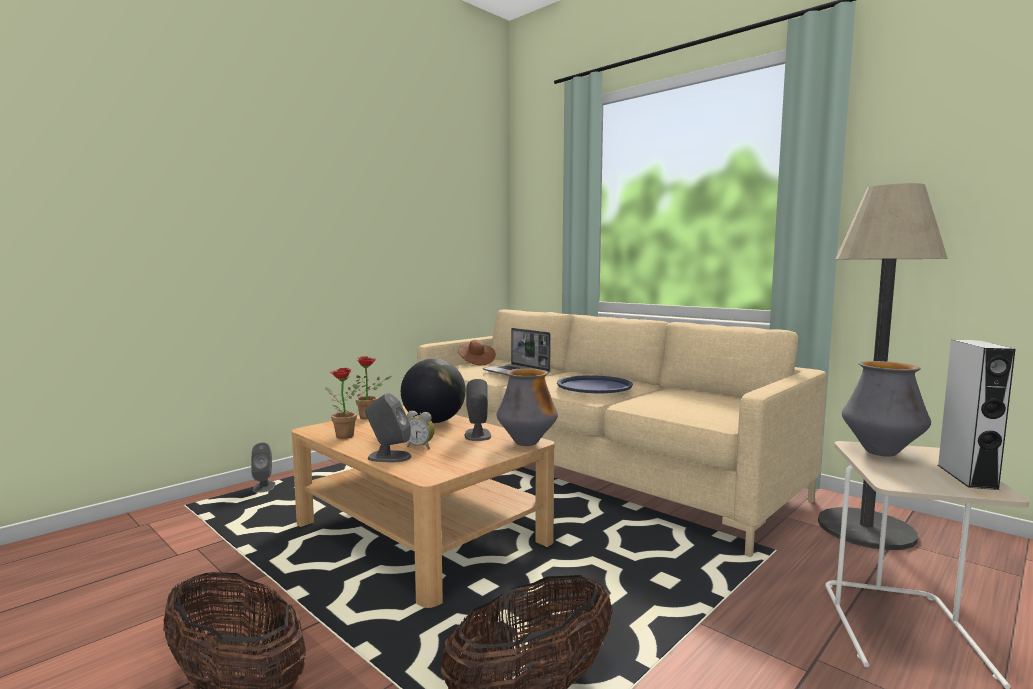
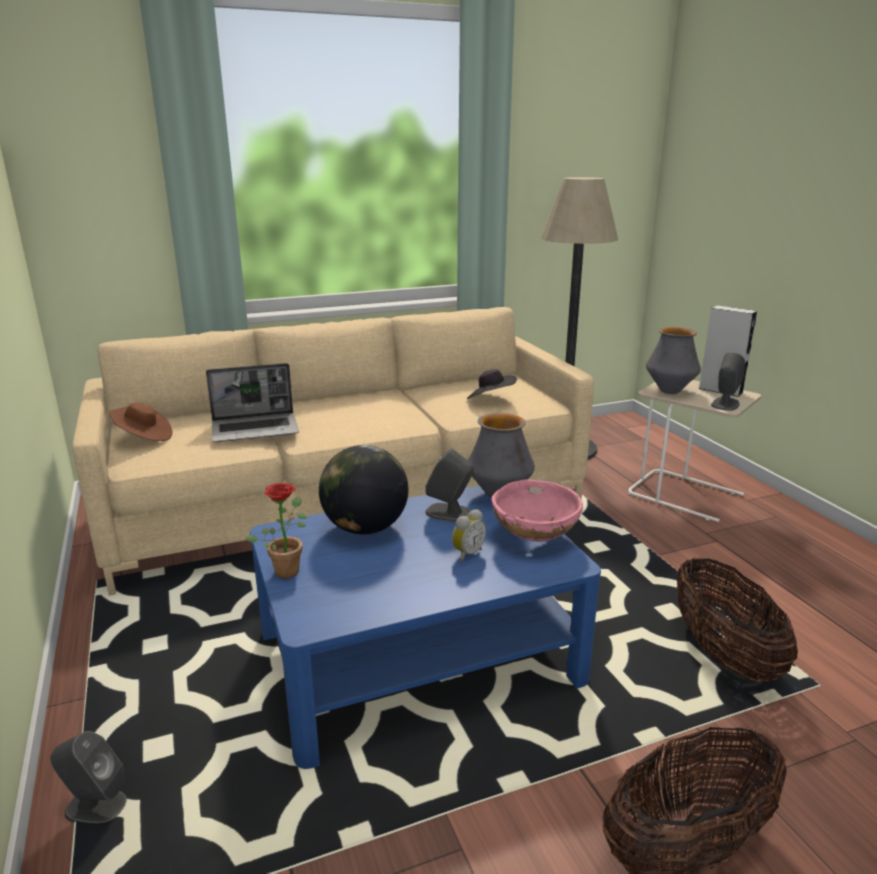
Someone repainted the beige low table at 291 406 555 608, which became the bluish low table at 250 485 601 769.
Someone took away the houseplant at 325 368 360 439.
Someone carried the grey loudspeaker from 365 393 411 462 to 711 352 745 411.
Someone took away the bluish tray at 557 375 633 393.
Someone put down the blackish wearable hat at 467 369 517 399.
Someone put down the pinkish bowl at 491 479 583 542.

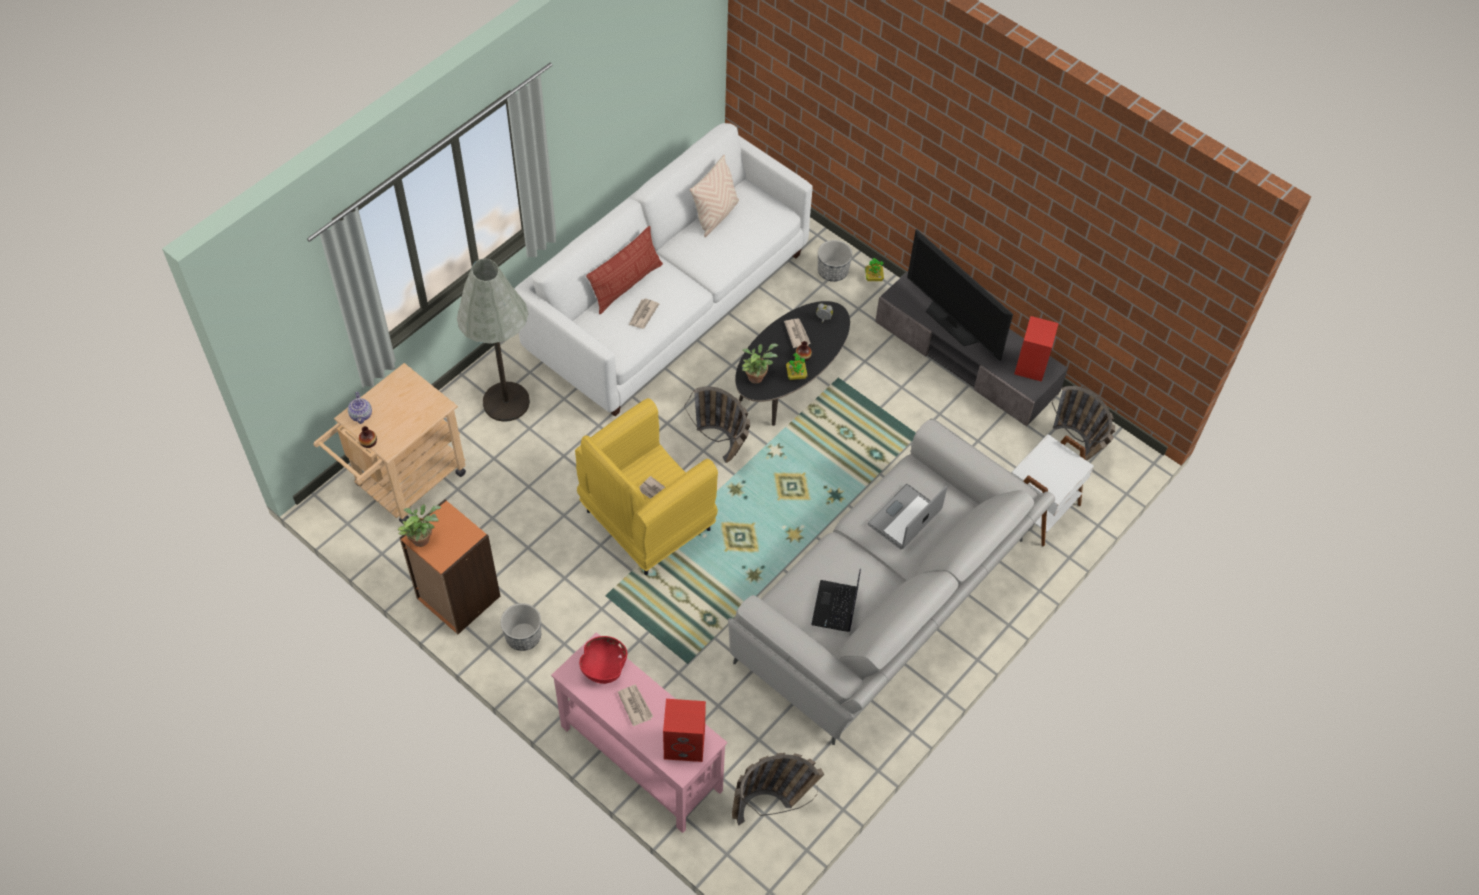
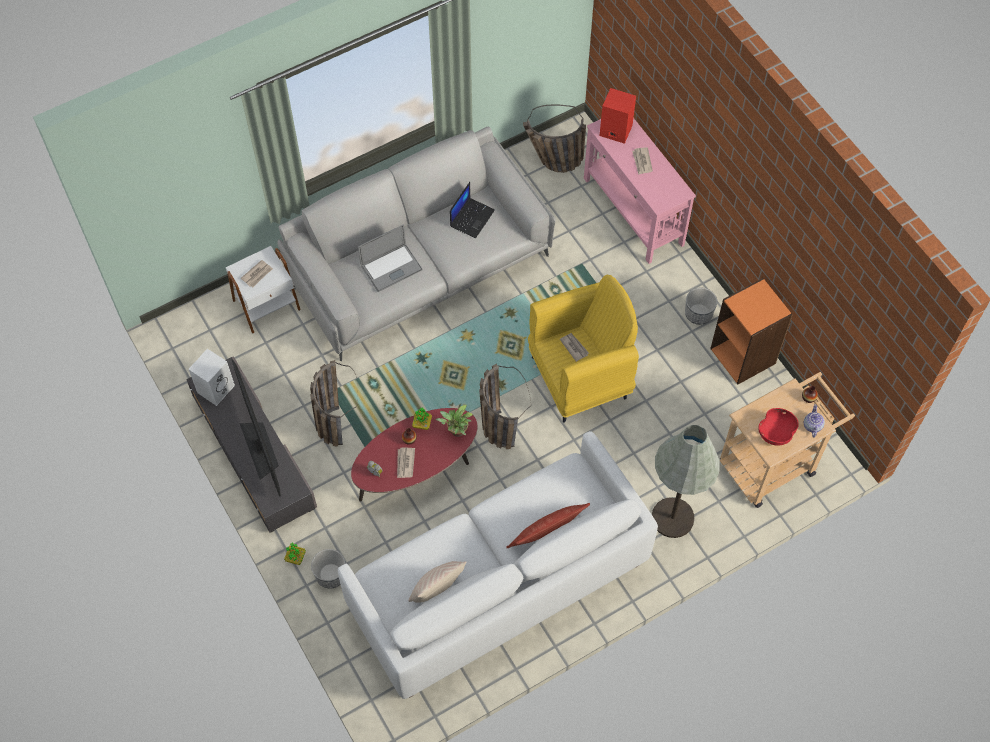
Someone took away the houseplant at 398 504 442 547.
Someone carried the reddish bowl from 579 636 627 684 to 759 408 799 446.
Someone carried the daily paper from 629 298 659 329 to 240 260 273 287.
Someone repainted the blackish low table at 735 301 850 426, which became the reddish low table at 351 408 478 502.
Someone repainted the reddish loudspeaker at 1014 316 1059 382, which became the white loudspeaker at 189 349 235 406.
Someone carried the basket from 1052 386 1115 461 to 310 360 358 447.

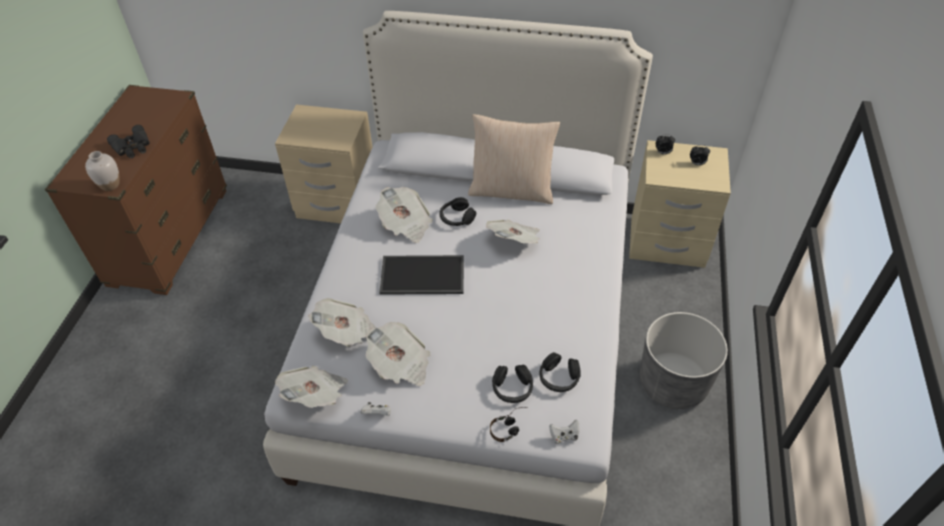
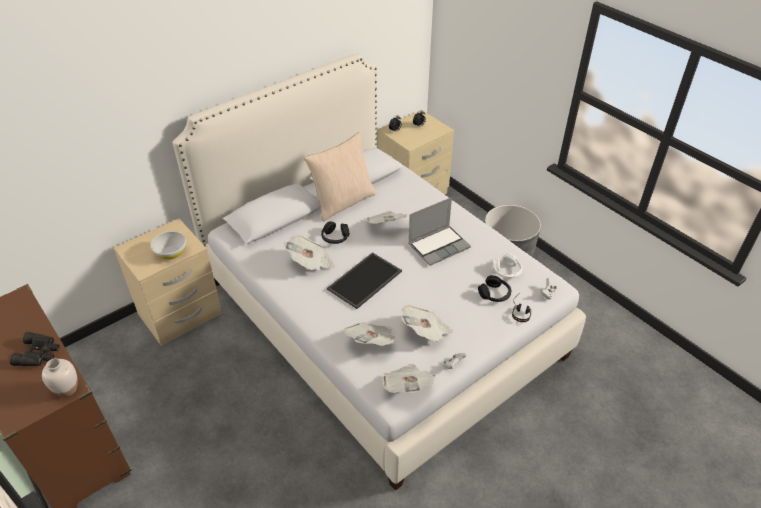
Someone repainted the blackish pair of headphones at 539 352 581 392, which became the white pair of headphones at 492 253 523 279.
Someone put down the white bowl at 150 231 186 260.
Someone put down the notebook computer at 408 197 471 266.

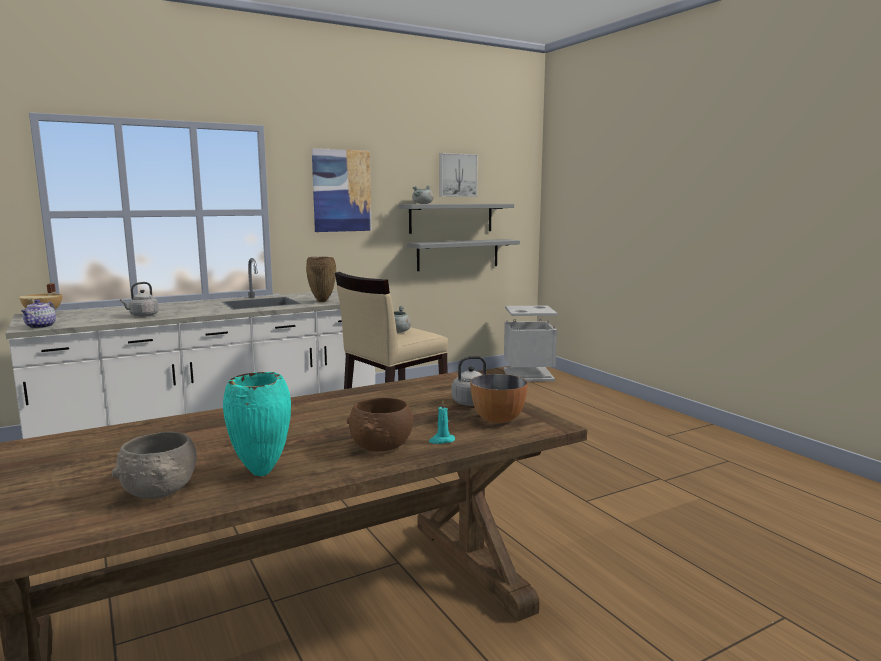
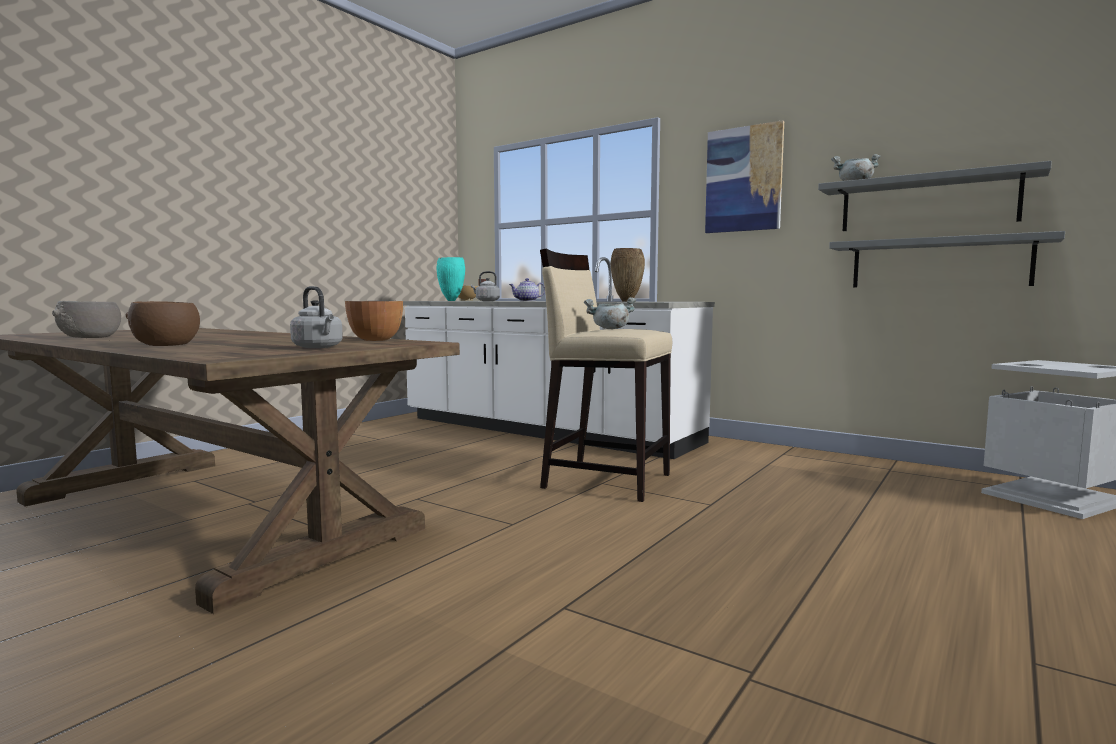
Someone carried the tea pot from 21 300 56 329 to 509 278 545 301.
Someone carried the turquoise-coloured decorative vase from 223 372 291 476 to 437 257 465 301.
Someone took away the turquoise-coloured wax candle at 429 400 455 444.
Someone took away the wall art at 439 153 478 197.
Someone carried the bowl from 470 374 528 423 to 345 301 403 341.

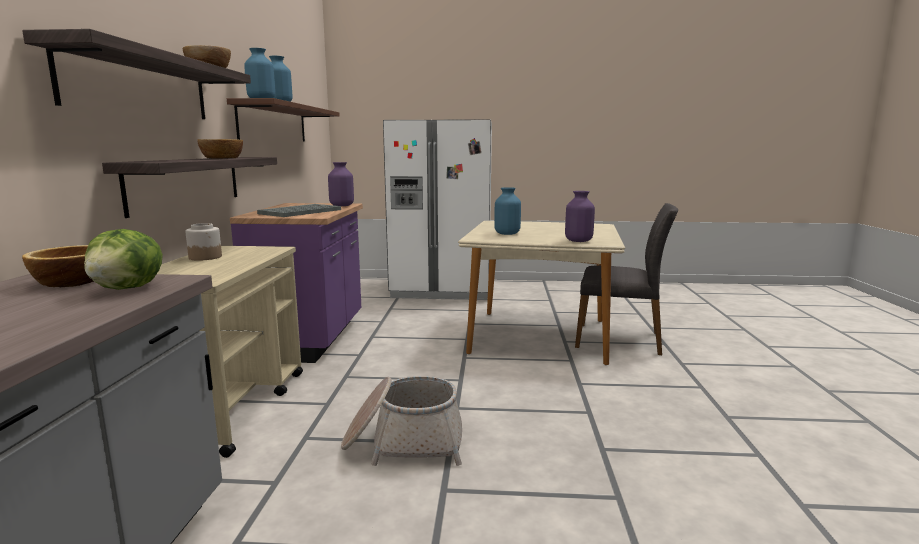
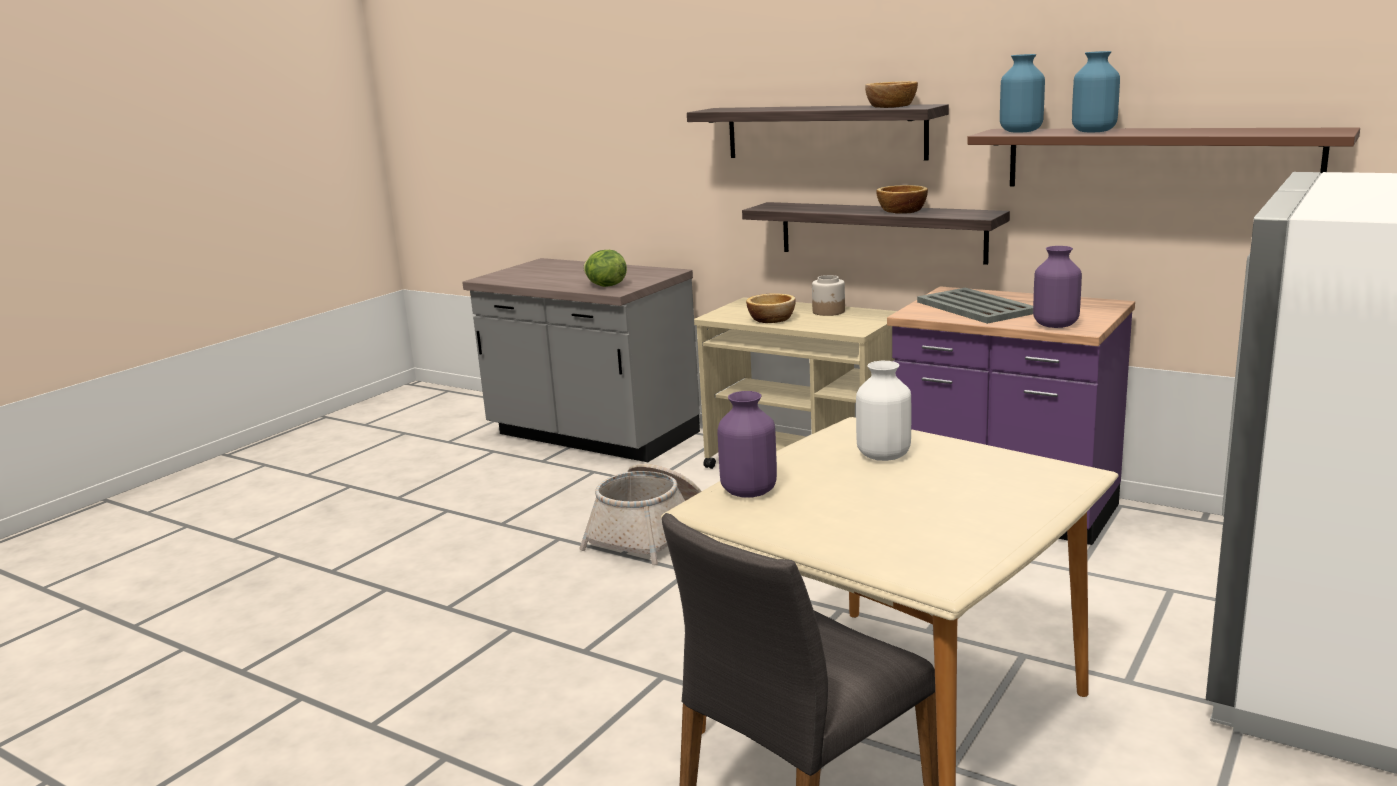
Someone carried the bowl from 22 245 94 287 to 746 293 796 323.
Someone repainted the bluish decorative vase at 494 187 521 235, which became the white decorative vase at 856 361 911 461.

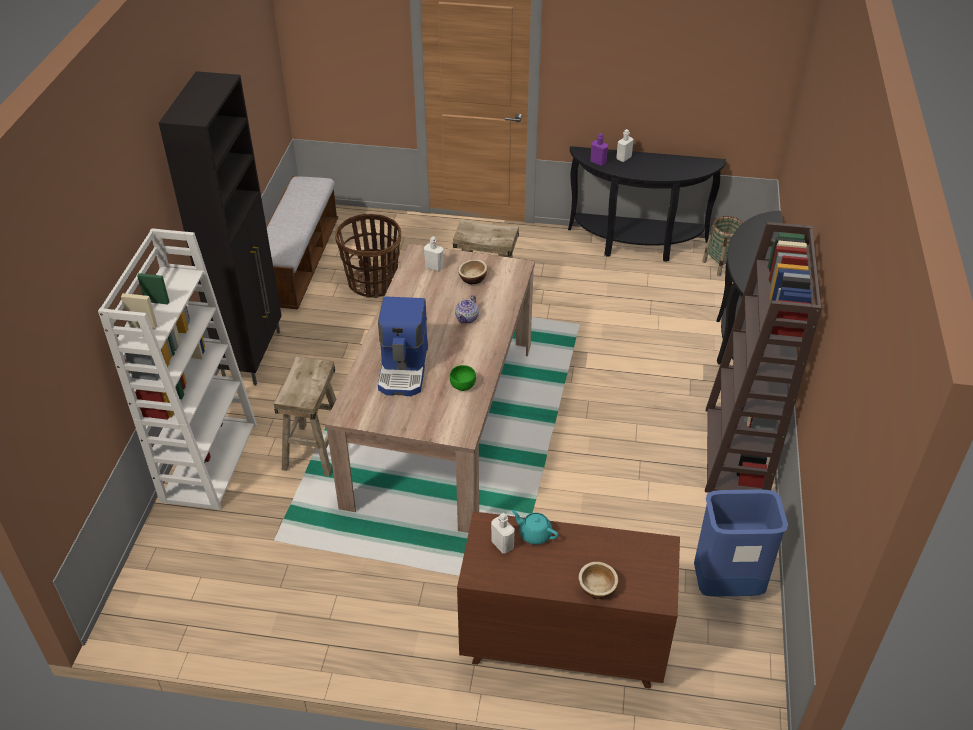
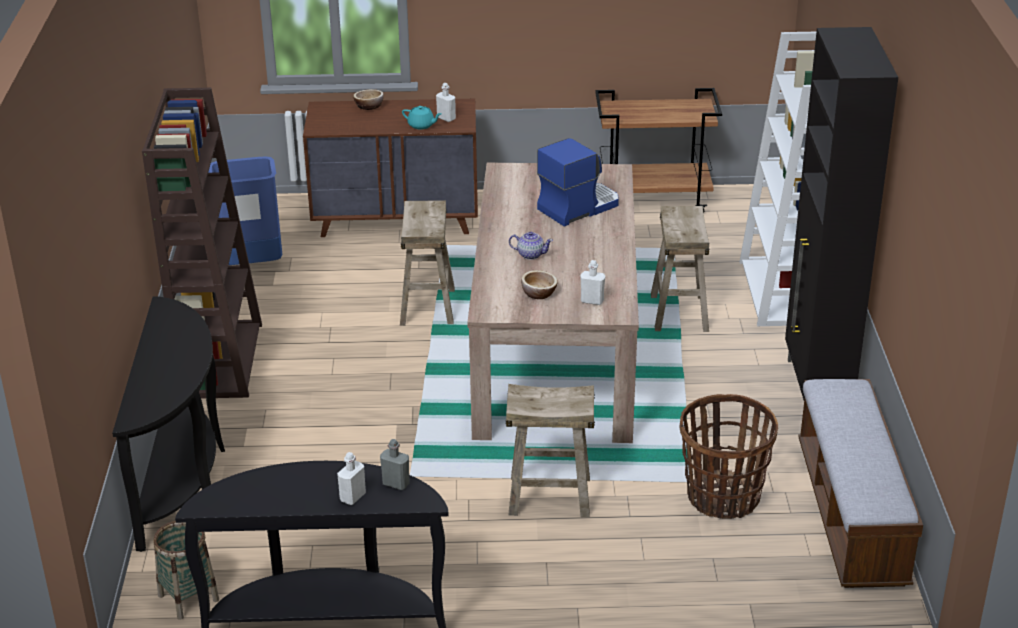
Someone rotated the coffee brewer at 378 296 428 396 by 60 degrees clockwise.
Someone took away the greenish bowl at 450 365 476 391.
Someone rotated the tea pot at 455 295 479 323 by 90 degrees clockwise.
Someone repainted the purplish drink bottle at 590 133 608 166, which became the grey drink bottle at 380 439 410 490.
Someone put down the beige stool seat at 400 200 455 326.
Someone put down the brown wheeled cart at 595 88 722 212.

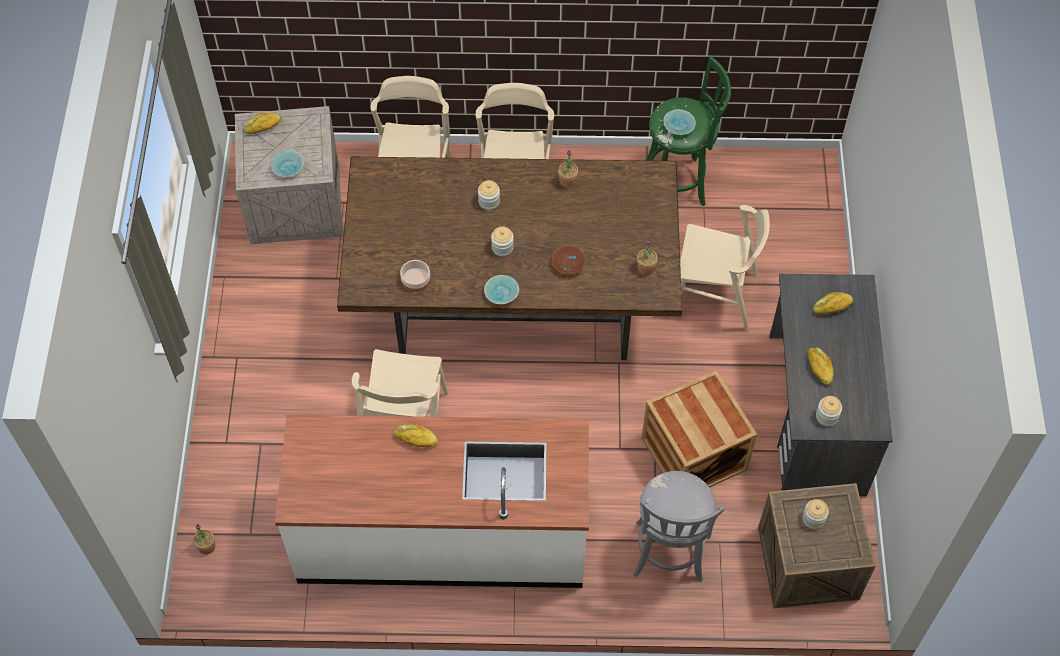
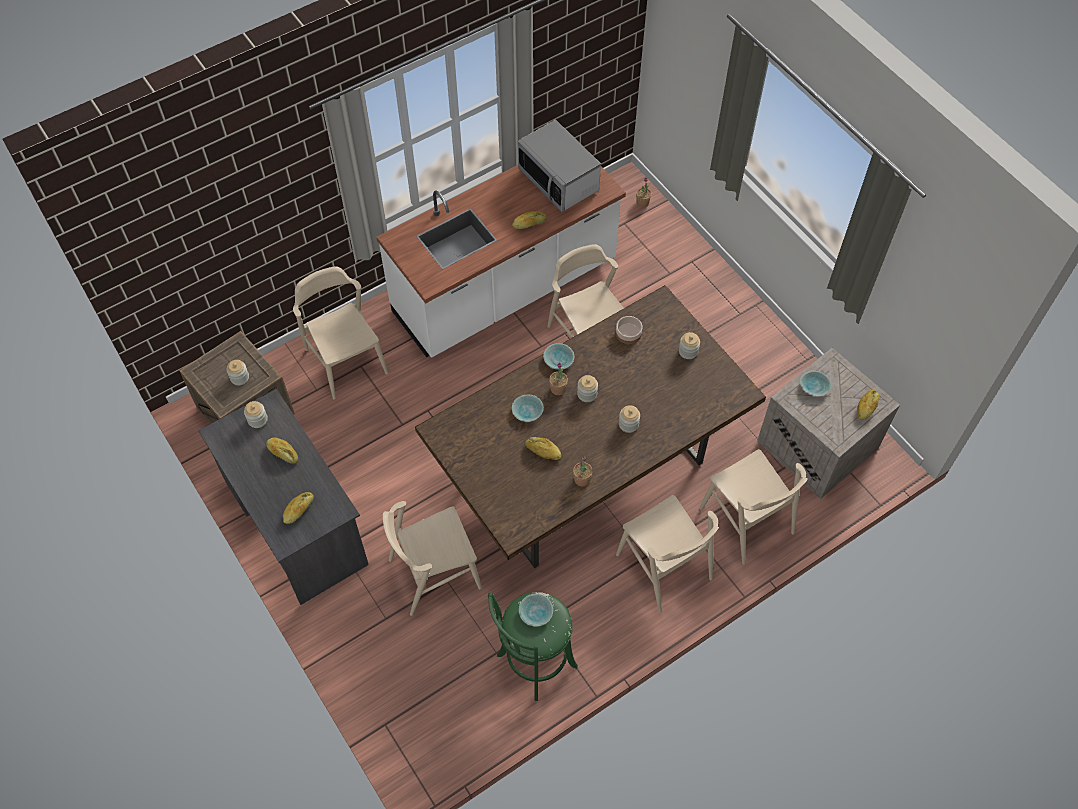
Someone repainted the brown bowl at 551 245 586 275, which became the turquoise-coloured bowl at 512 395 544 422.
Someone swapped the grey stool seat at 633 471 724 582 for the beige chair at 293 266 388 399.
Someone carried the houseplant from 637 239 658 275 to 549 363 568 395.
Someone took away the shipping crate at 642 370 757 488.
Someone put down the microwave oven at 518 119 601 212.
Someone put down the bread at 525 437 561 460.
Someone put down the storage jar at 679 332 700 359.

